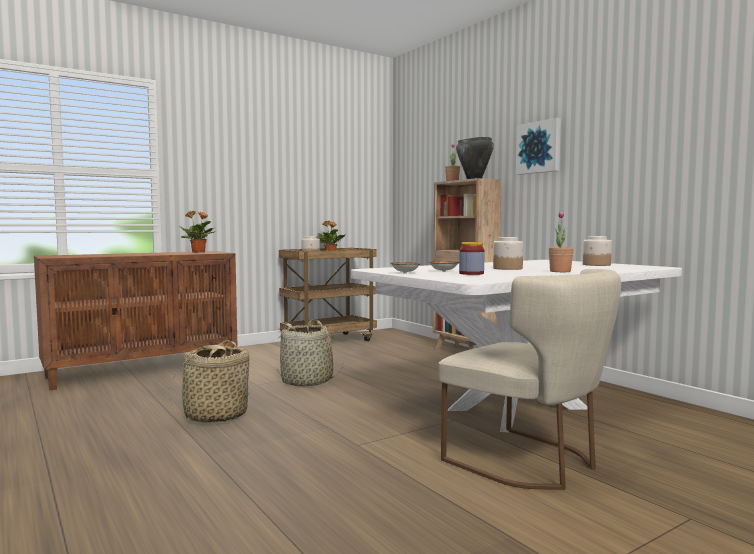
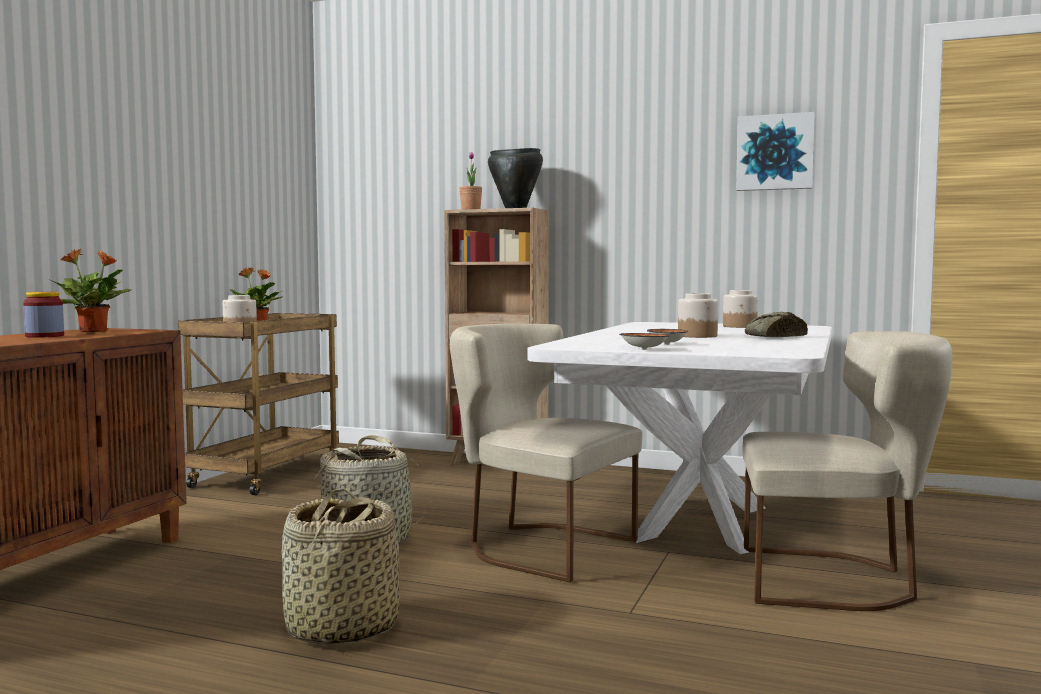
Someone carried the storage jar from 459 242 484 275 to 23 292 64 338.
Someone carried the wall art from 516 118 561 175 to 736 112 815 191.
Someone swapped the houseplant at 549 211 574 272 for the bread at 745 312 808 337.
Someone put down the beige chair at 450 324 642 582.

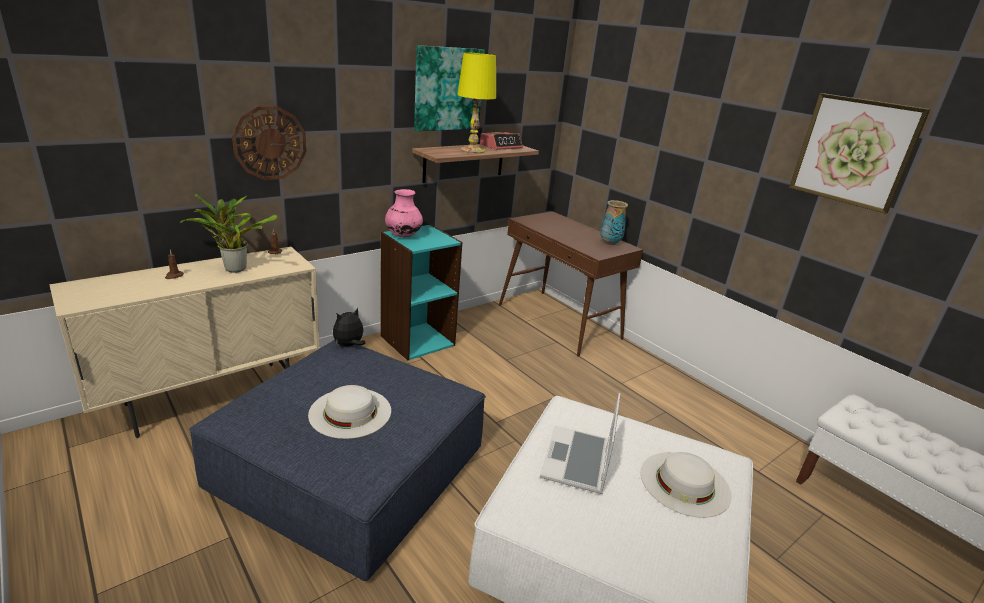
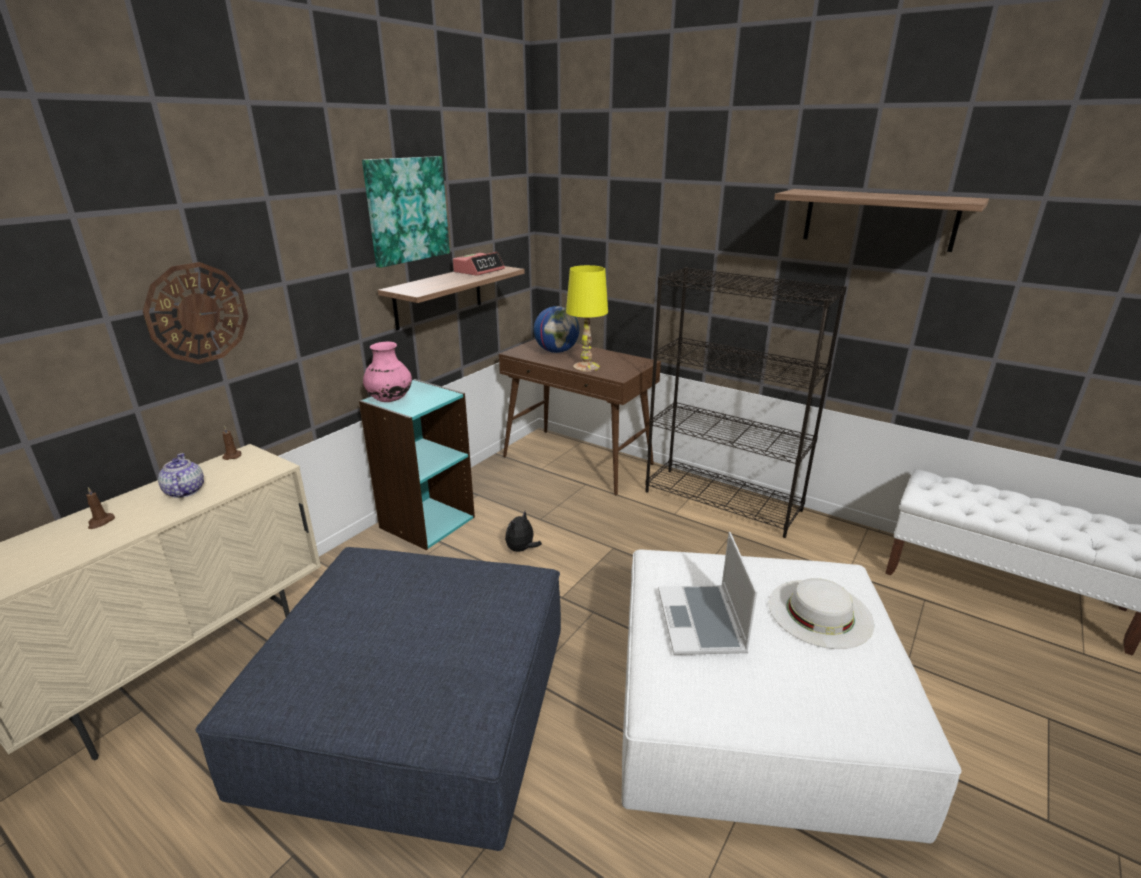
Someone swapped the houseplant at 180 194 277 273 for the tea pot at 158 453 204 498.
Someone took away the white wearable hat at 308 385 391 439.
Someone carried the cuddly toy from 333 308 366 347 to 505 511 542 552.
Someone carried the yellow table lamp from 457 52 496 153 to 566 265 608 372.
Someone took away the decorative vase at 600 200 628 245.
Someone swapped the wall art at 789 93 931 214 for the wall shelf at 774 189 989 252.
Someone put down the world globe at 534 306 580 353.
Someone put down the blackish shelving unit at 645 267 847 538.

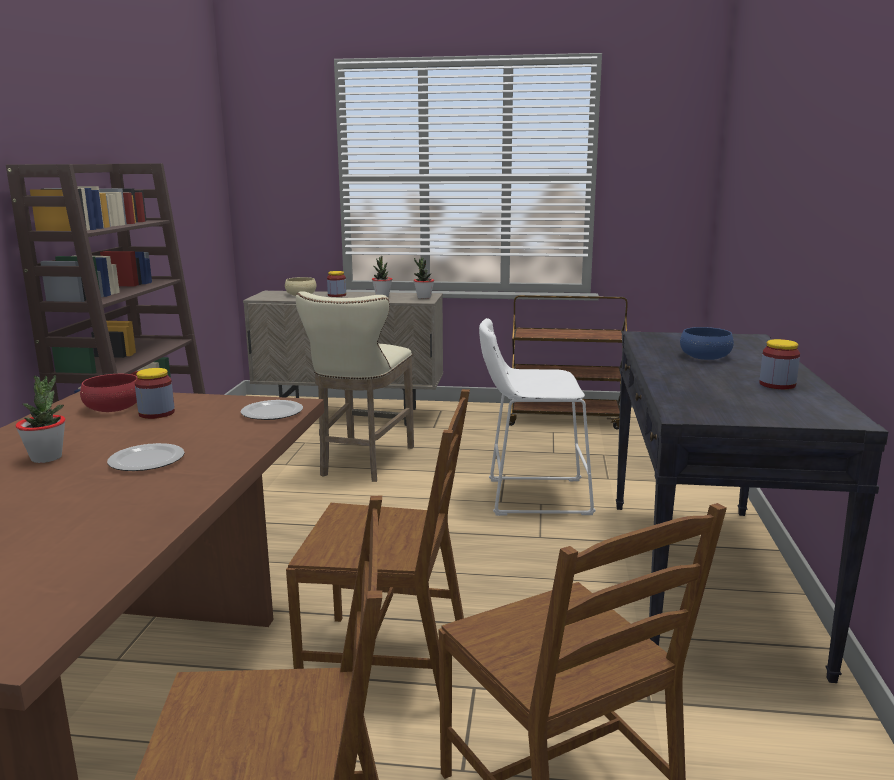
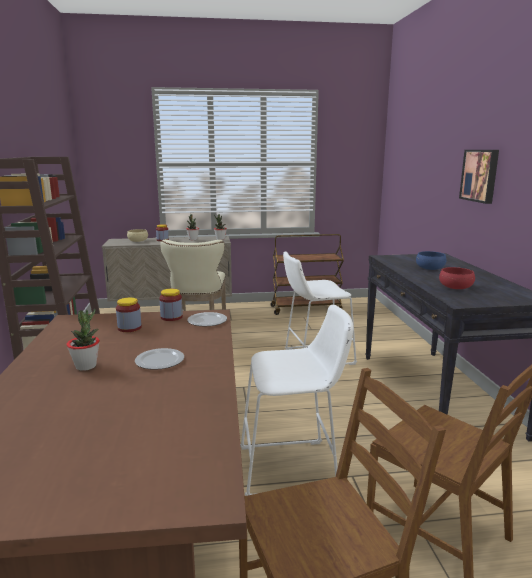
Someone carried the reddish bowl from 80 374 137 412 to 439 267 475 289.
Someone swapped the brown chair at 286 389 470 701 for the white stool seat at 240 304 353 496.
Someone carried the storage jar from 759 339 800 389 to 159 289 183 321.
Someone put up the wall art at 459 150 499 204.

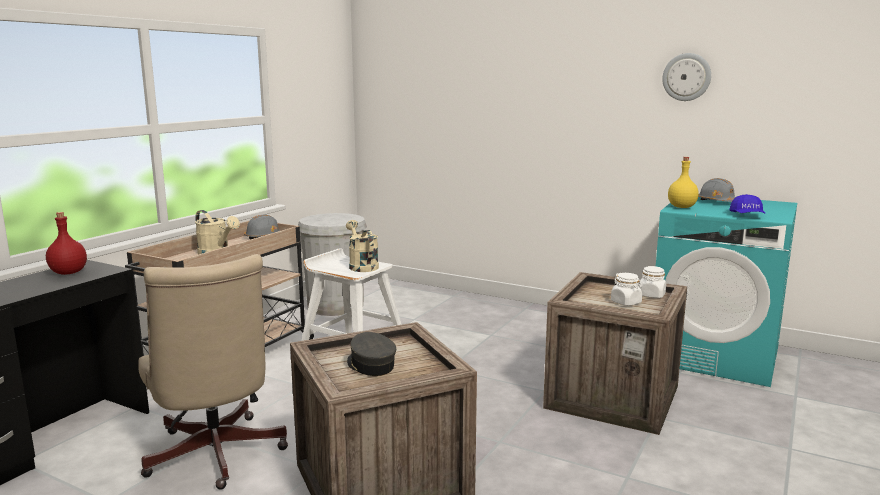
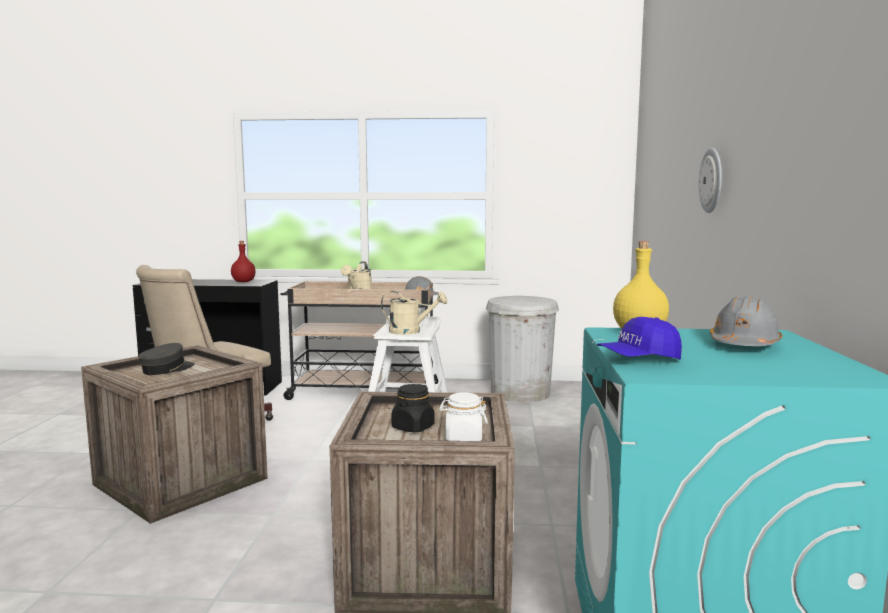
Someone rotated the beige watering pot at 346 220 379 272 by 60 degrees clockwise.
Someone repainted the white storage jar at 611 273 642 306, which became the blackish storage jar at 391 384 435 432.
Someone carried the hanging clock from 662 53 711 101 to 699 148 722 213.

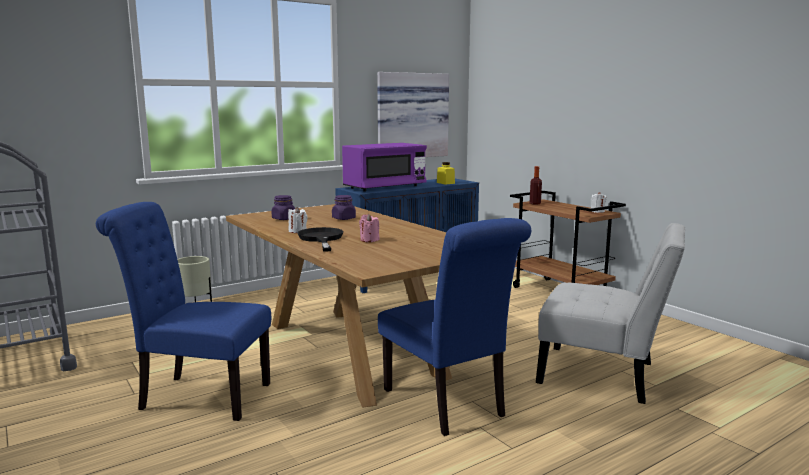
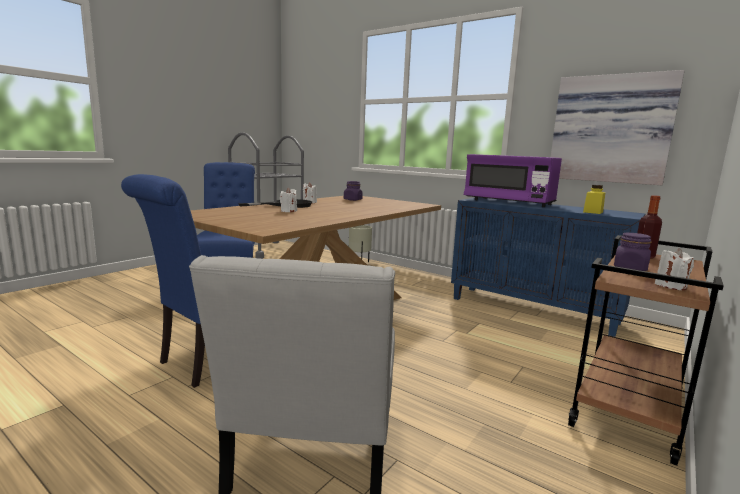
Someone carried the purplish storage jar from 332 195 356 220 to 614 233 652 271.
Someone repainted the pinkish wax candle at 359 214 380 242, which became the white wax candle at 280 188 297 212.

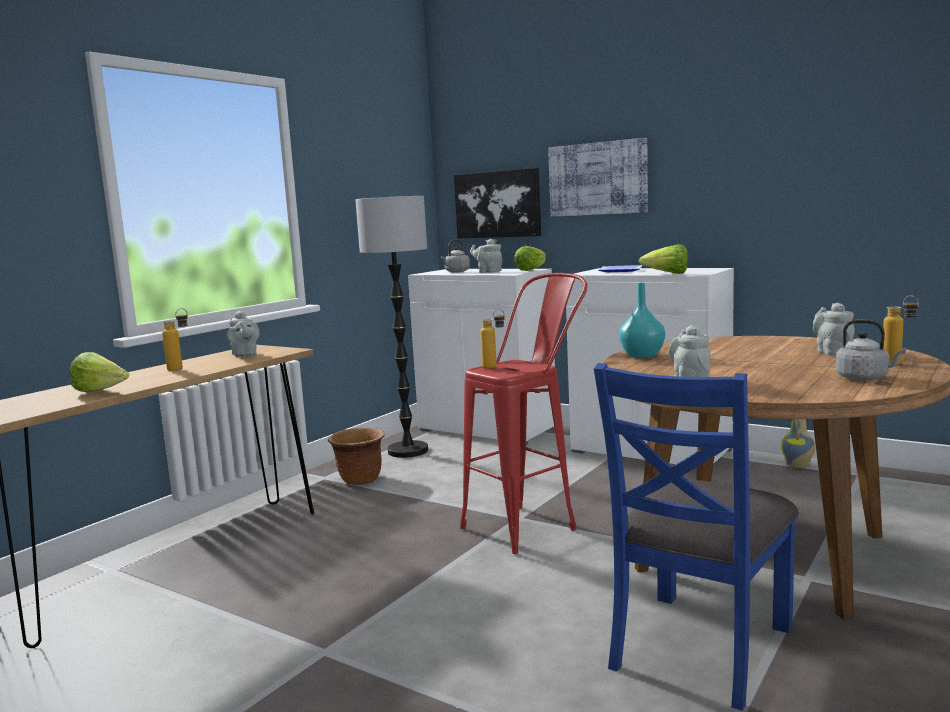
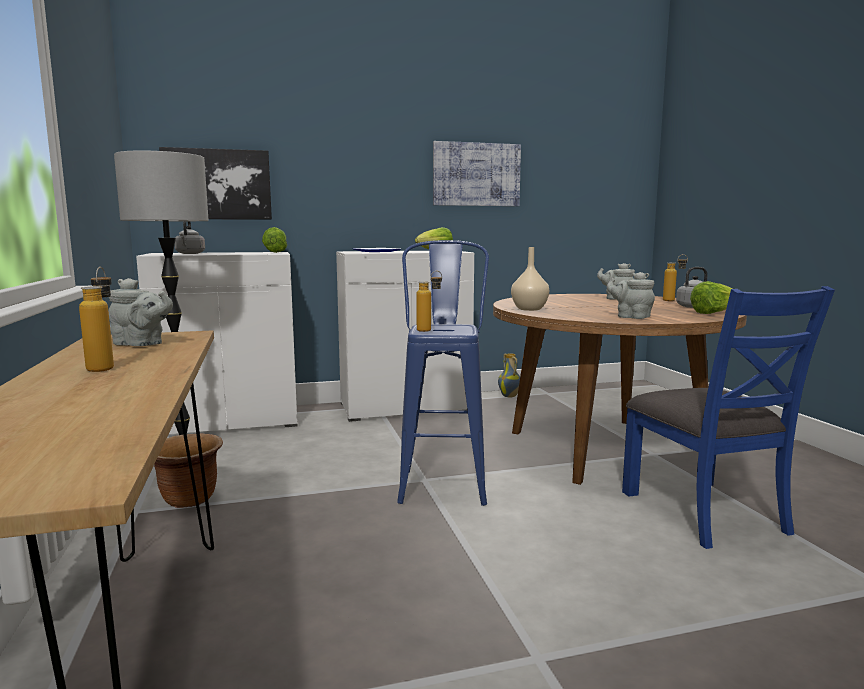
Someone carried the lettuce from 70 352 129 392 to 690 281 732 314.
Someone repainted the reddish stool seat at 460 273 587 554, which became the bluish stool seat at 397 240 489 506.
Someone took away the grey tea pot at 470 239 502 273.
Someone carried the wall art from 548 138 648 217 to 433 141 521 206.
Someone repainted the turquoise-coloured decorative vase at 619 283 665 358, which became the beige decorative vase at 511 247 549 311.

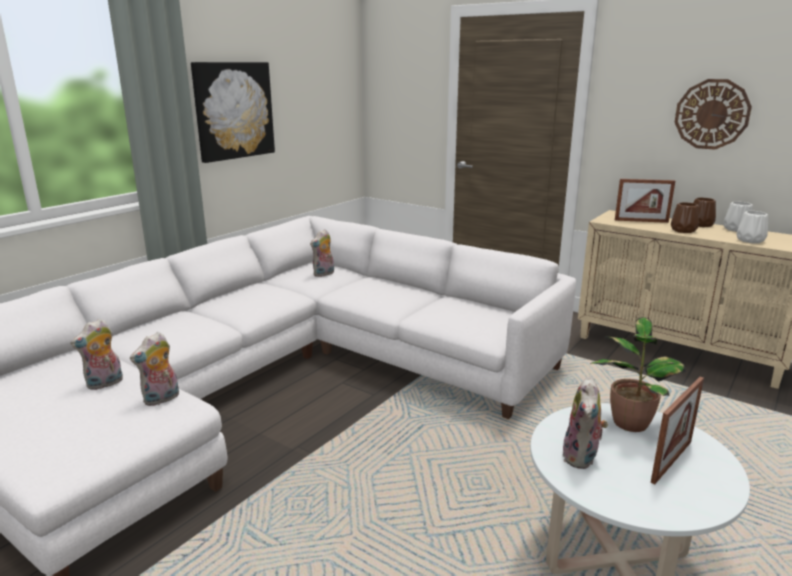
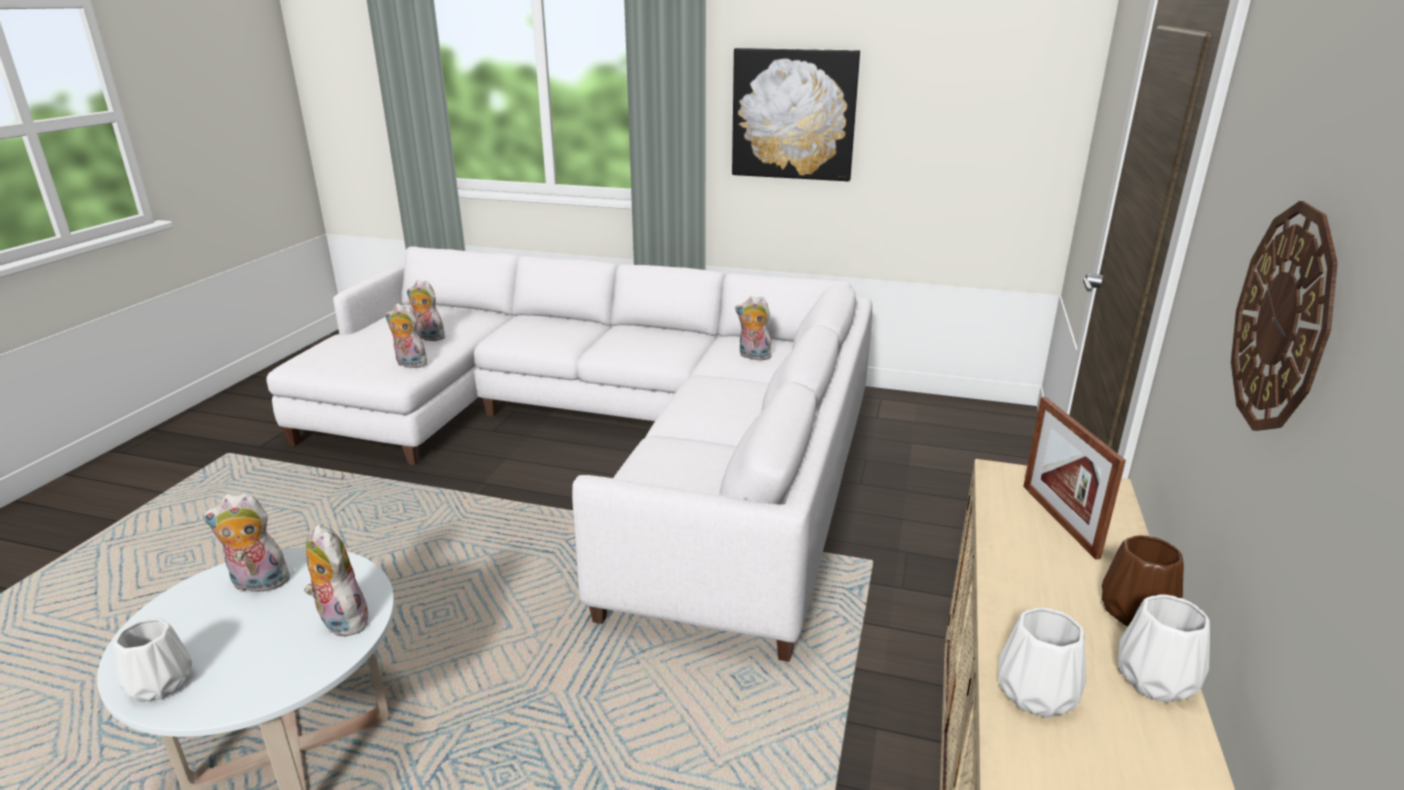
Someone swapped the houseplant at 590 317 686 432 for the cuddly toy at 304 525 368 637.
Someone took away the standing frame at 651 377 704 485.
Someone took away the brown decorative vase at 671 202 699 233.
Someone put down the white decorative vase at 114 618 192 702.

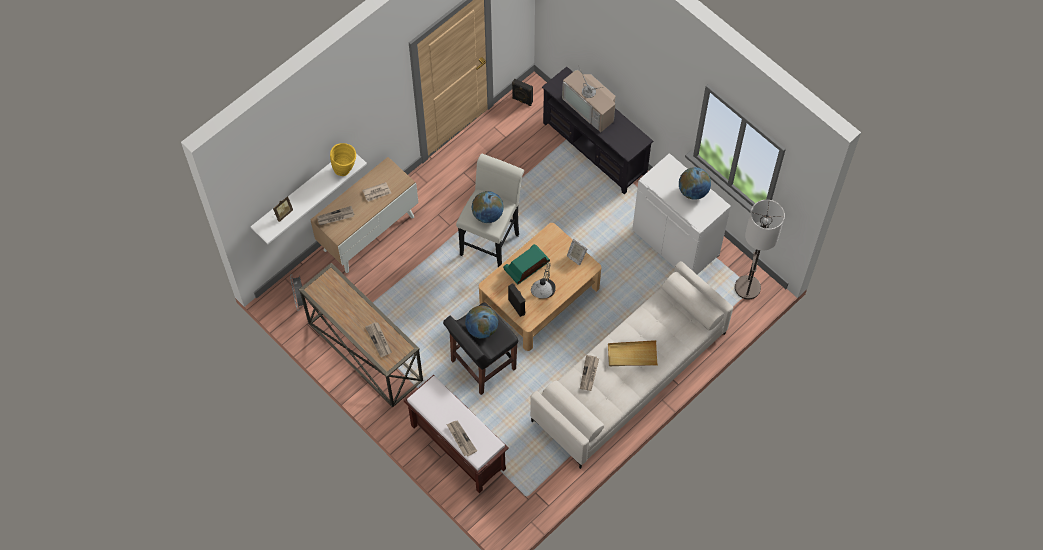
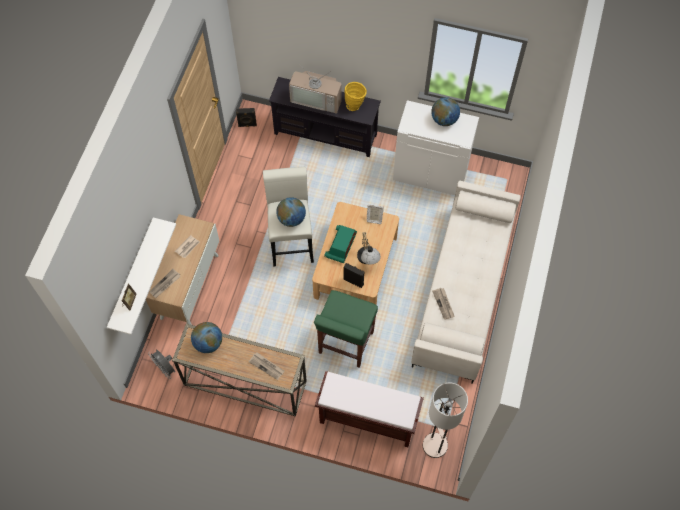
Someone carried the yellow decorative vase from 330 143 356 176 to 345 82 367 111.
Someone repainted the blackish stool seat at 443 302 518 395, which became the greenish stool seat at 314 290 378 368.
Someone took away the daily paper at 446 421 477 457.
Someone carried the world globe from 465 305 498 338 to 191 322 222 353.
Someone took away the beige tray at 608 340 658 366.
Someone carried the standing lamp from 735 200 785 300 to 423 382 468 458.

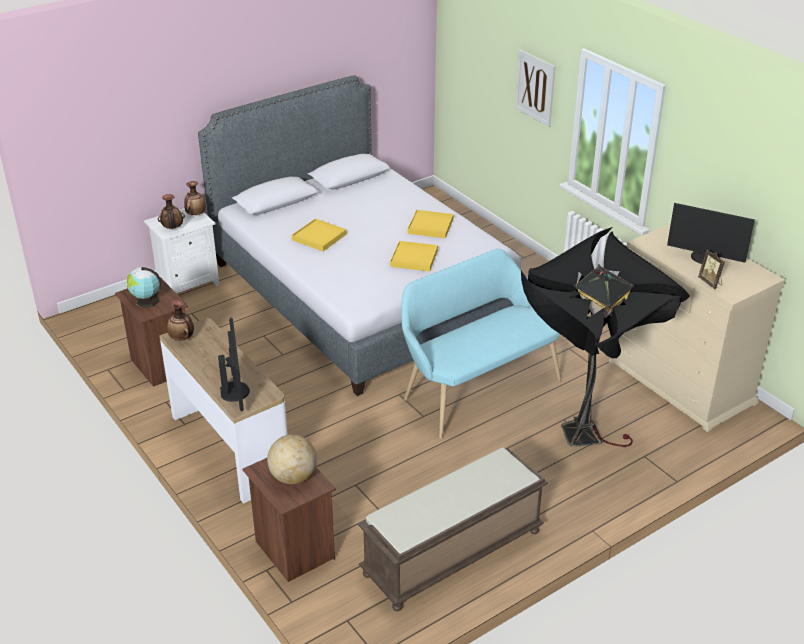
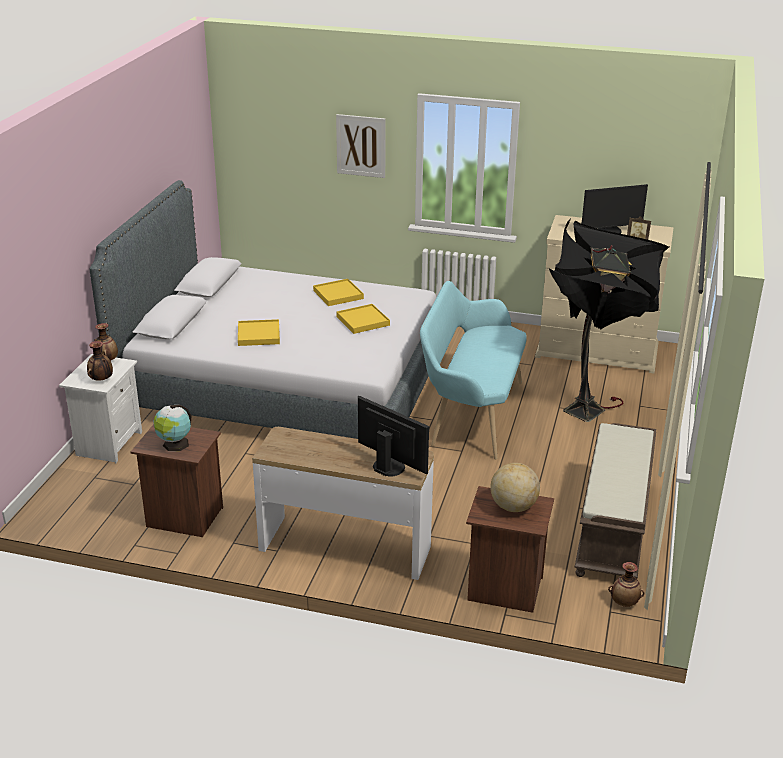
Someone carried the decorative vase from 167 300 194 341 to 608 562 644 607.

